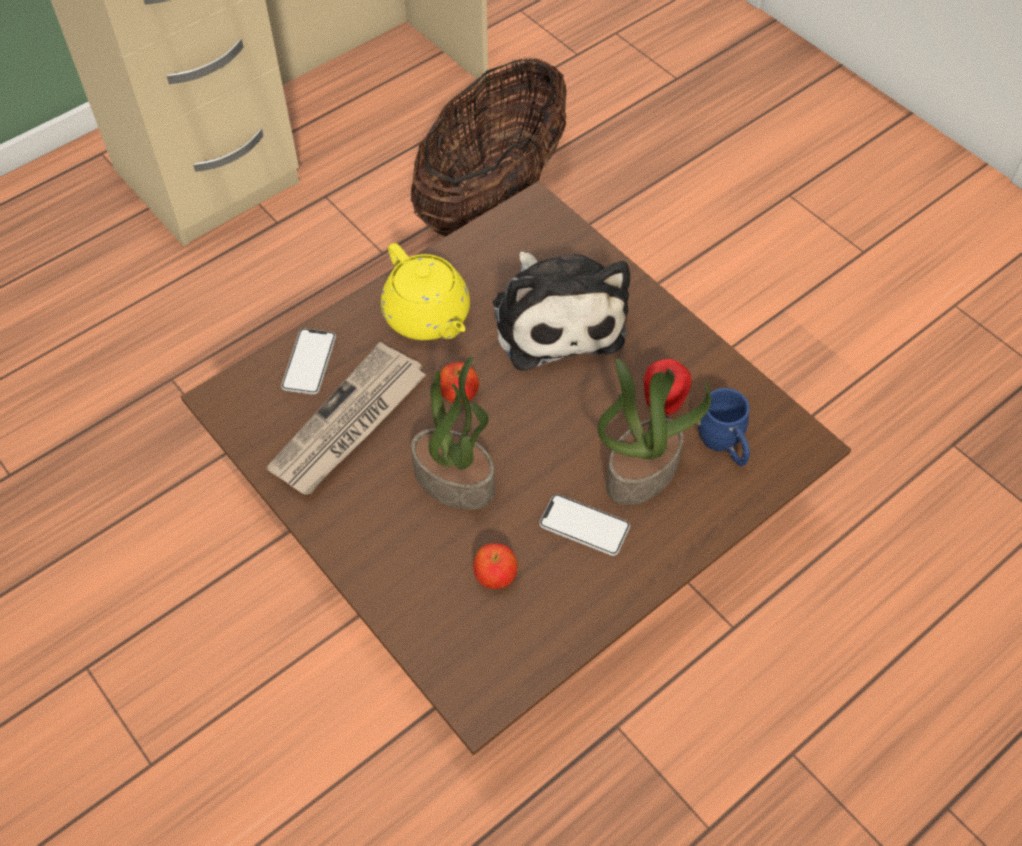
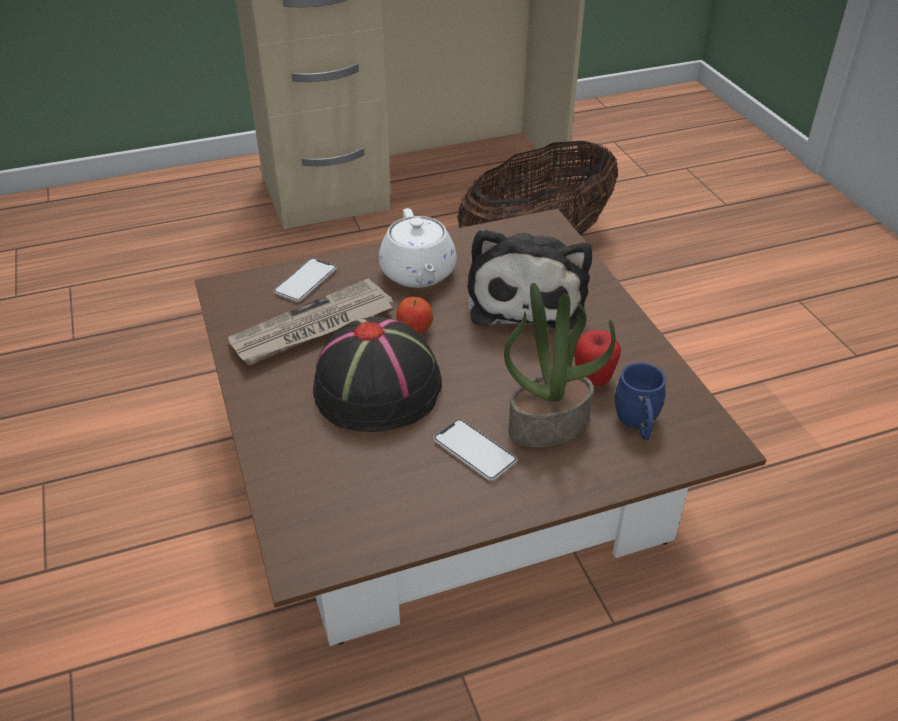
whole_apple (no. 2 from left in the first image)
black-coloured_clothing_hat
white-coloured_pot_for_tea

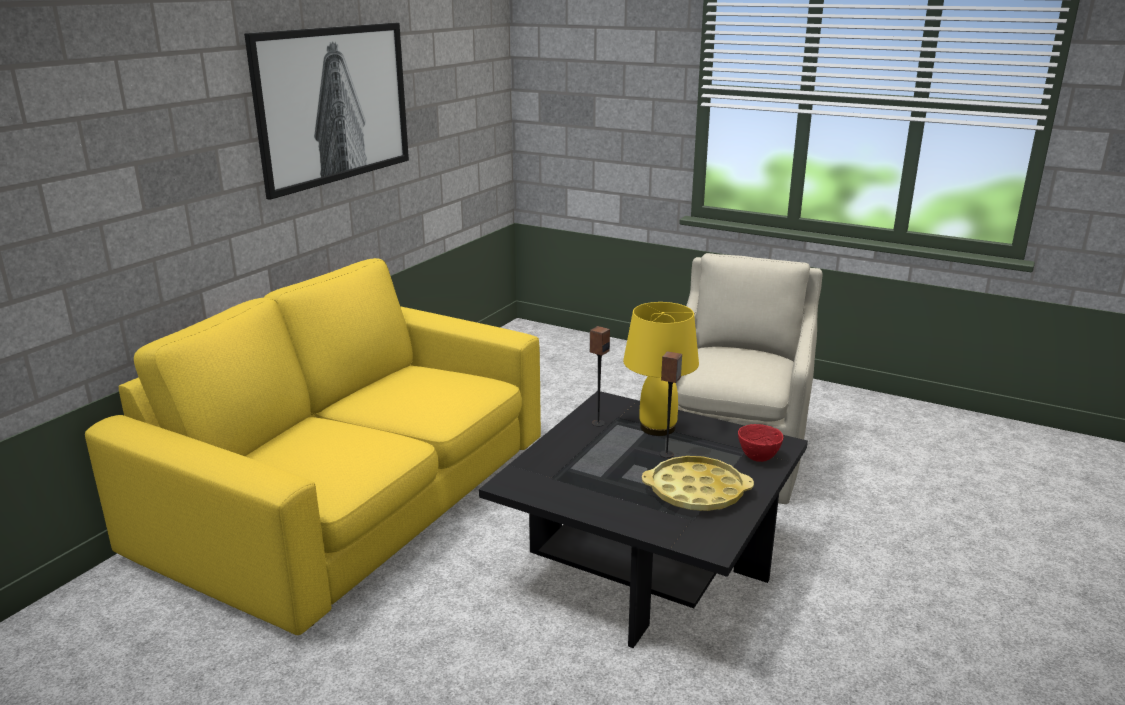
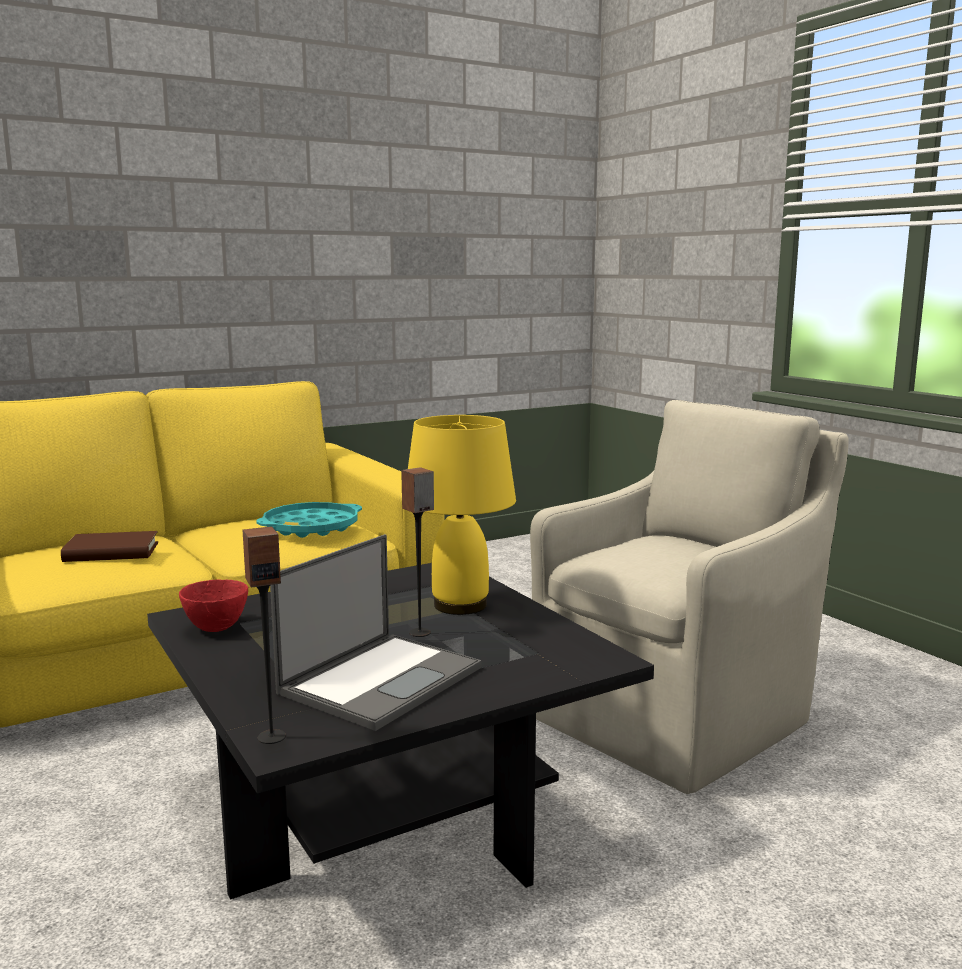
wall_art
brownish_book
blue-green_serving_tray
audio_speaker (no. 1 from left)
red_serving_bowl
laptop

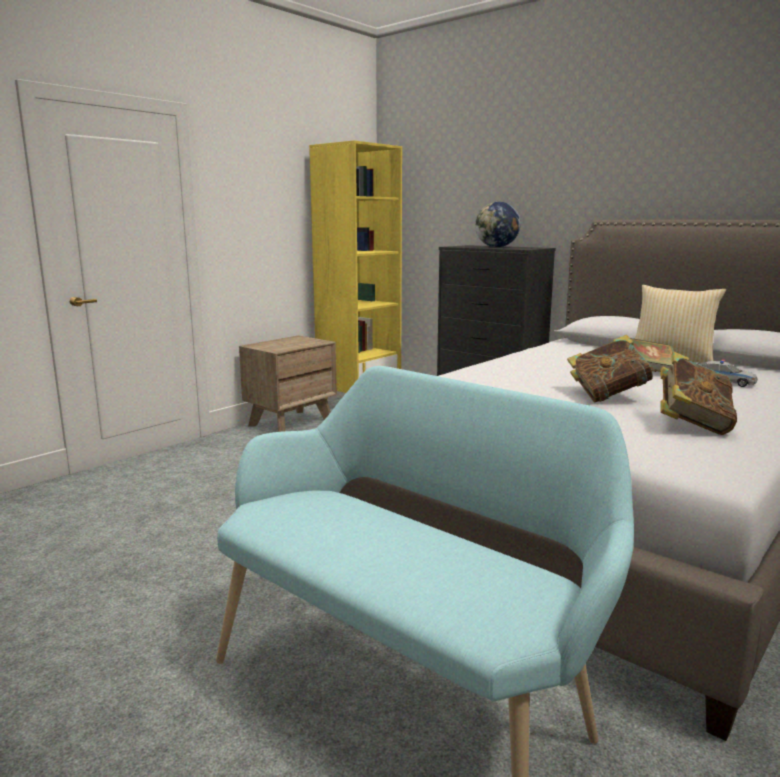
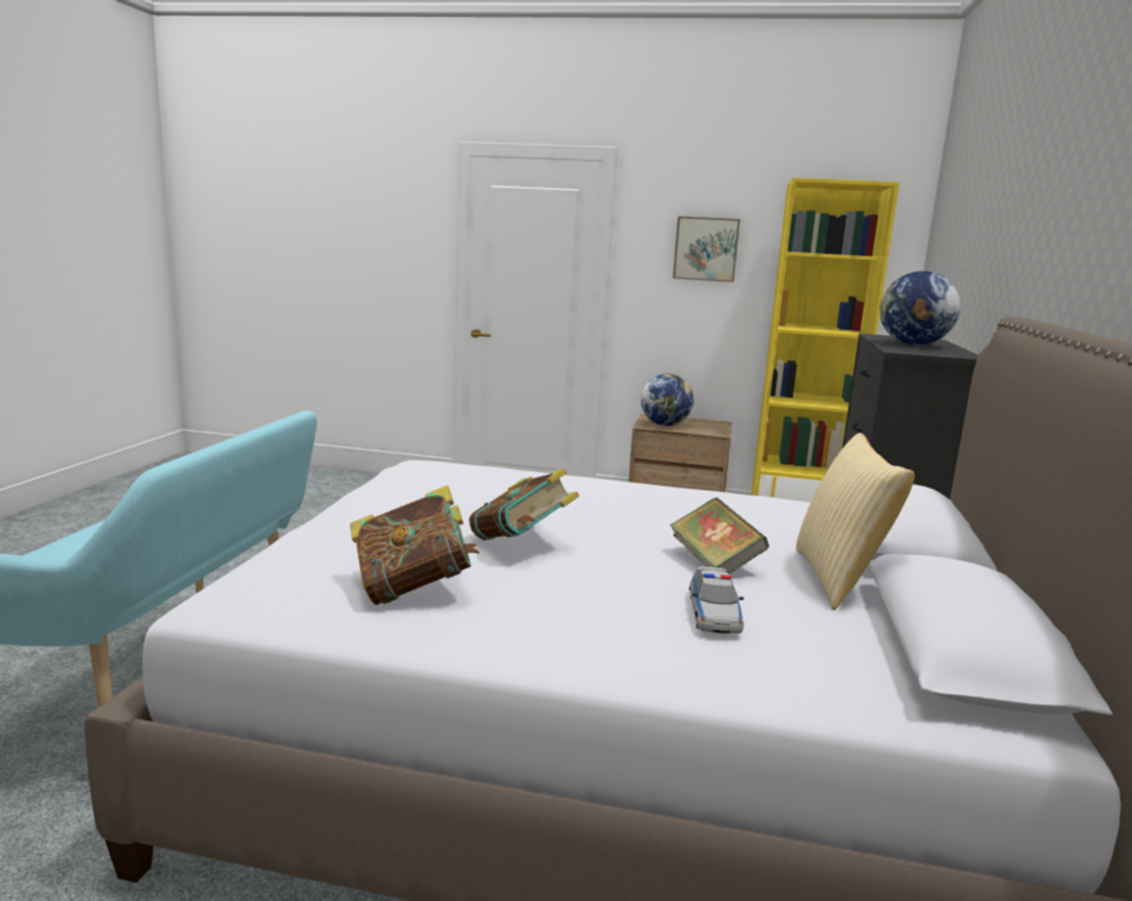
desk_globe (no. 1 from left)
wall_art

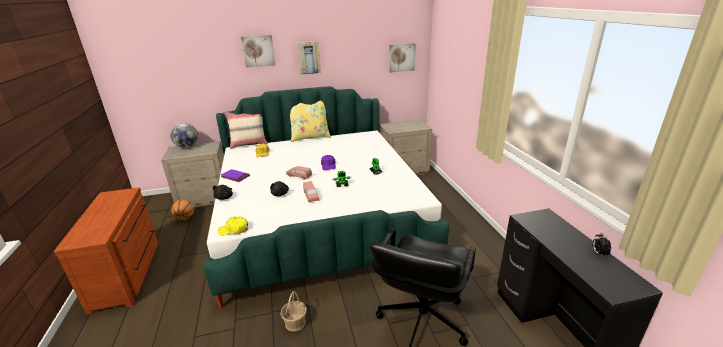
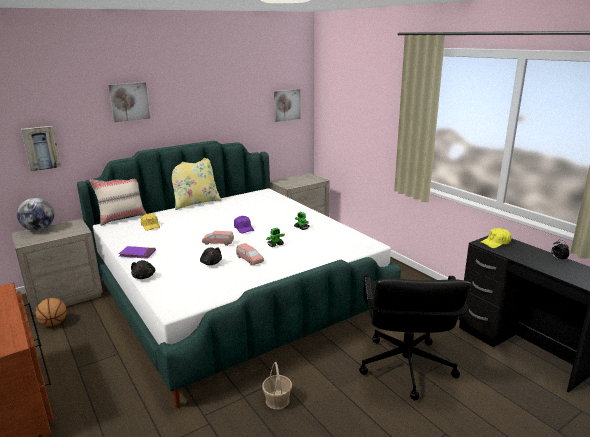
yellow-coloured_baseball_cap (no. 2 from left)
wall_art (no. 1 from left)

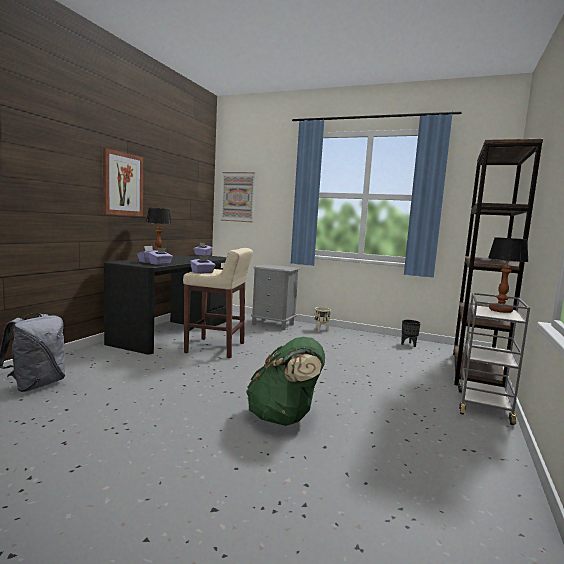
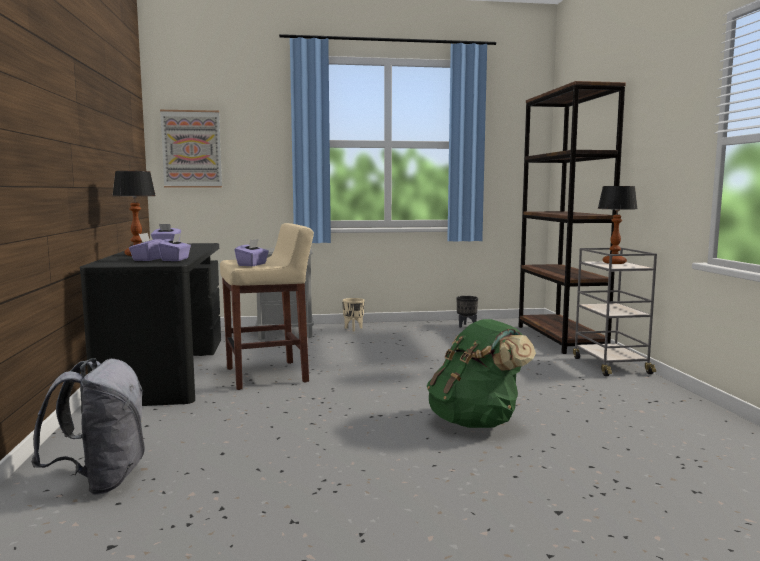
wall_art (no. 1 from left in the first image)

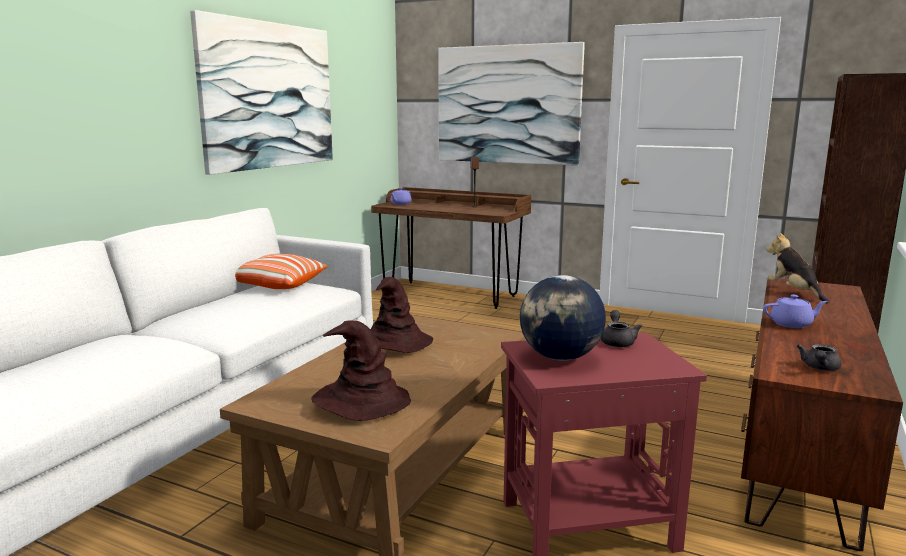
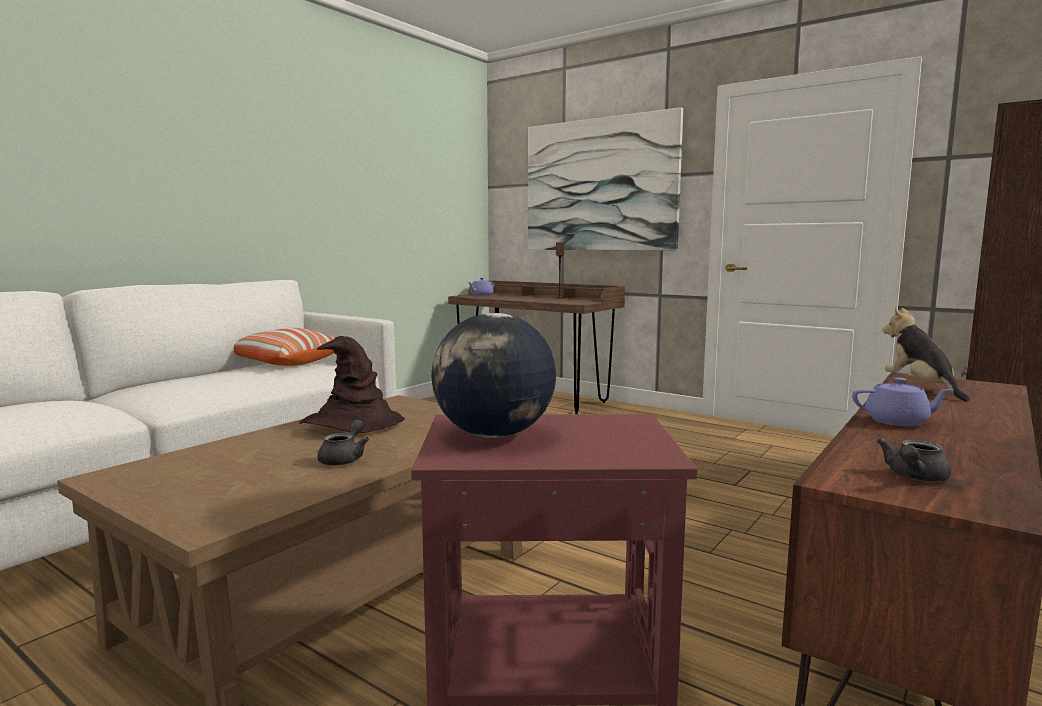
wall_art (no. 1 from left in the first image)
brownish_clothing_hat (no. 1 from left in the first image)
grey_pot_for_tea (no. 1 from left)

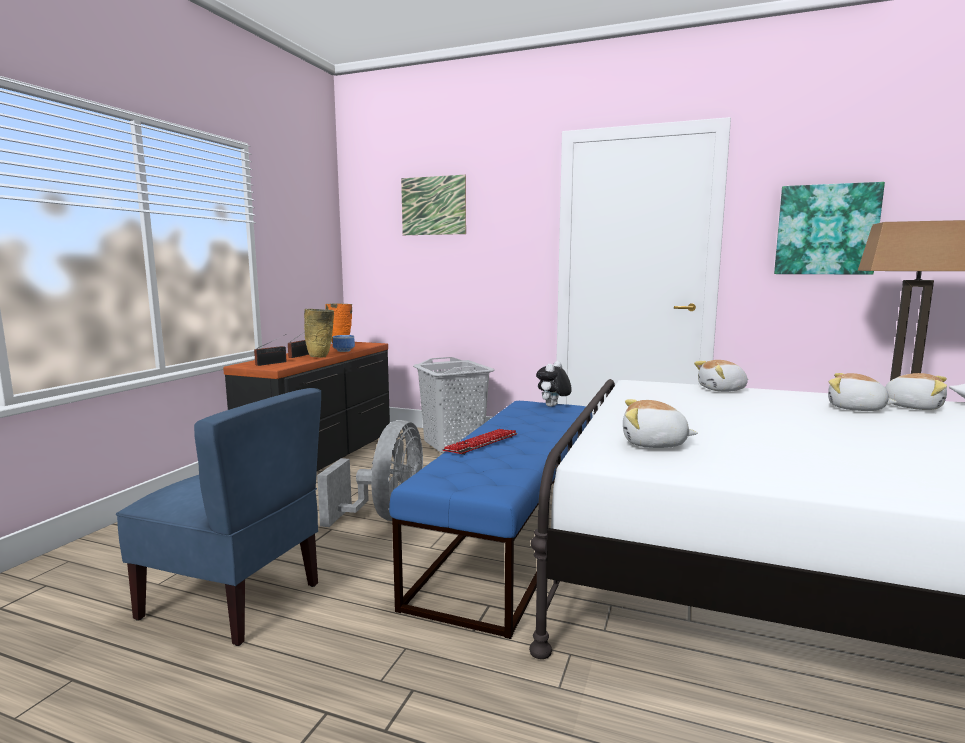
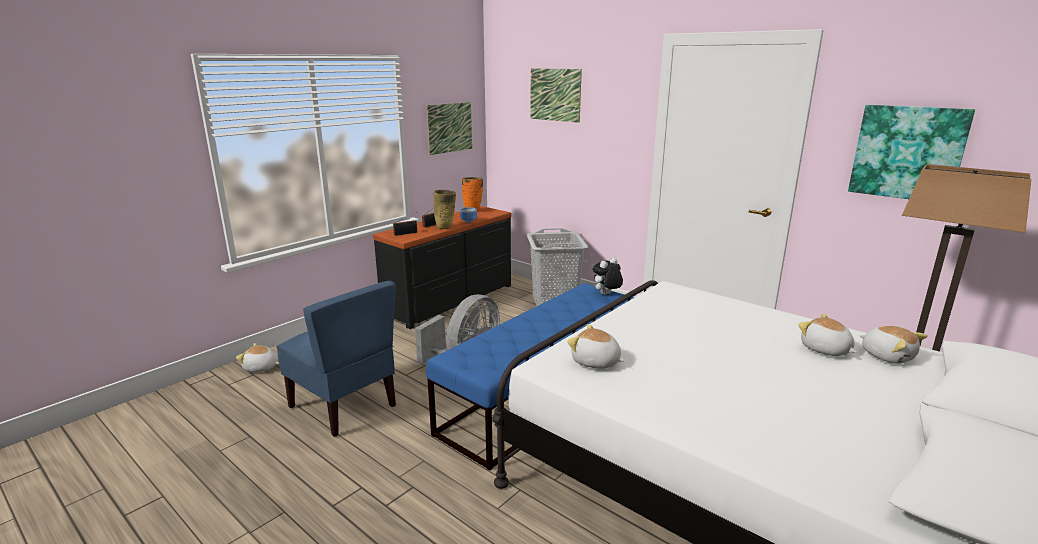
PC_keyboard
wall_art (no. 1 from left)
plush_toy (no. 1 from left)

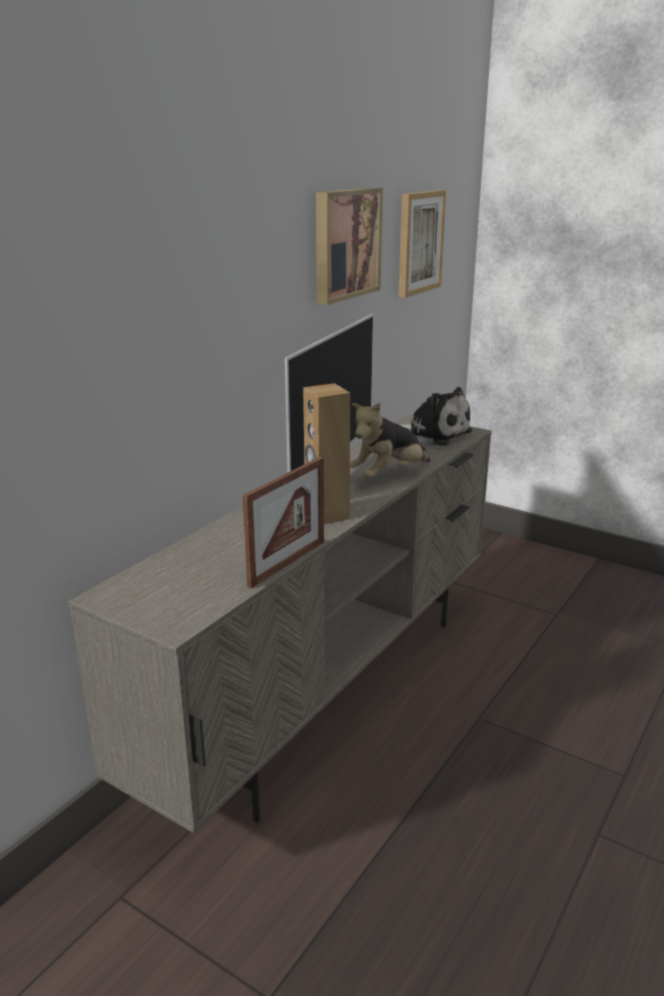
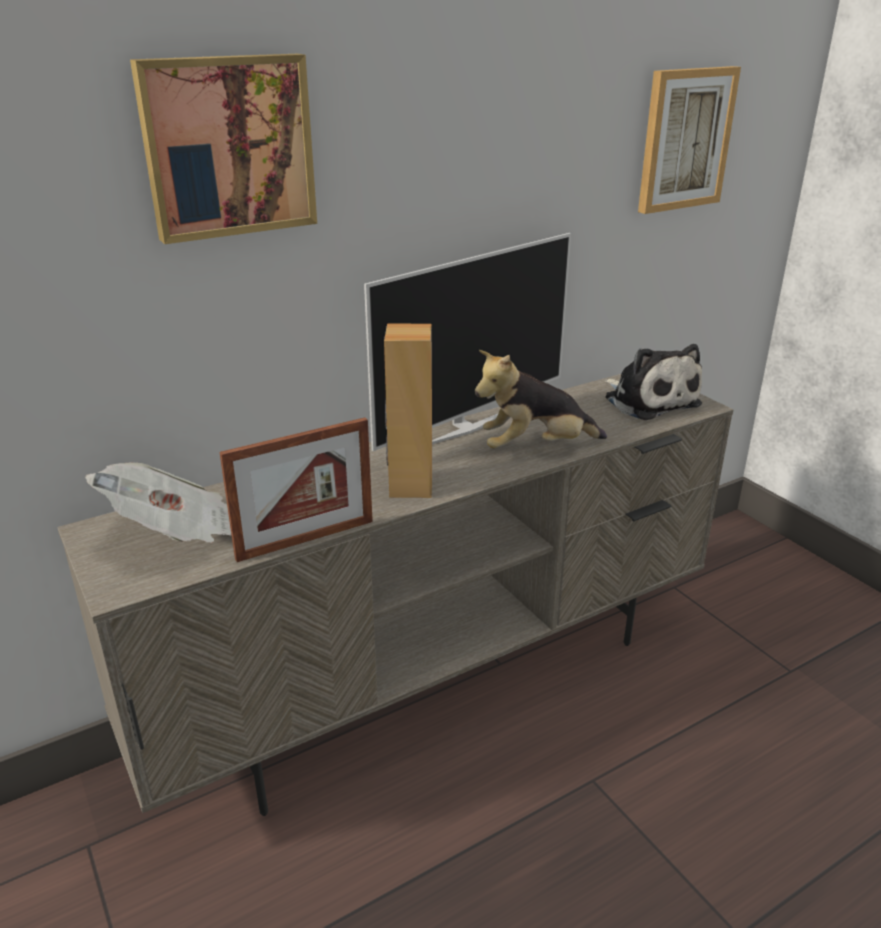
newspaper
wall_art (no. 1 from left)

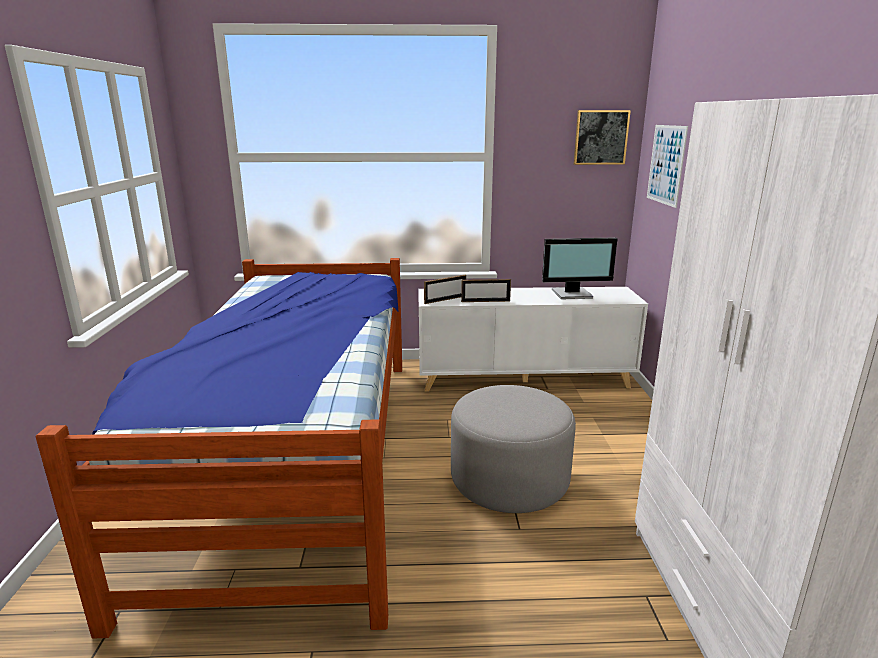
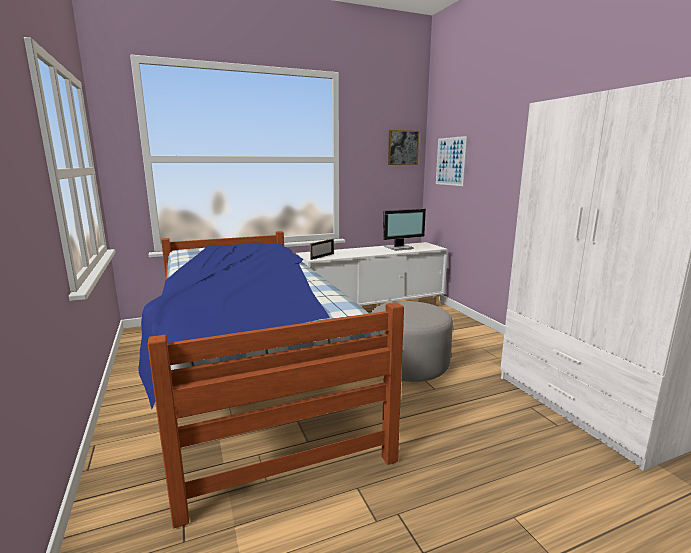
picture_frame (no. 2 from left in the first image)

